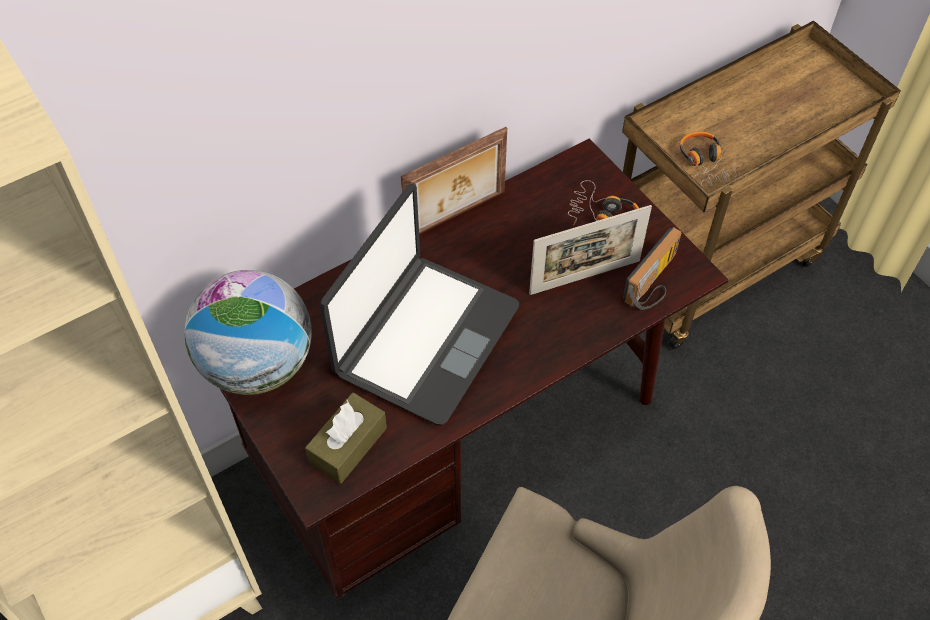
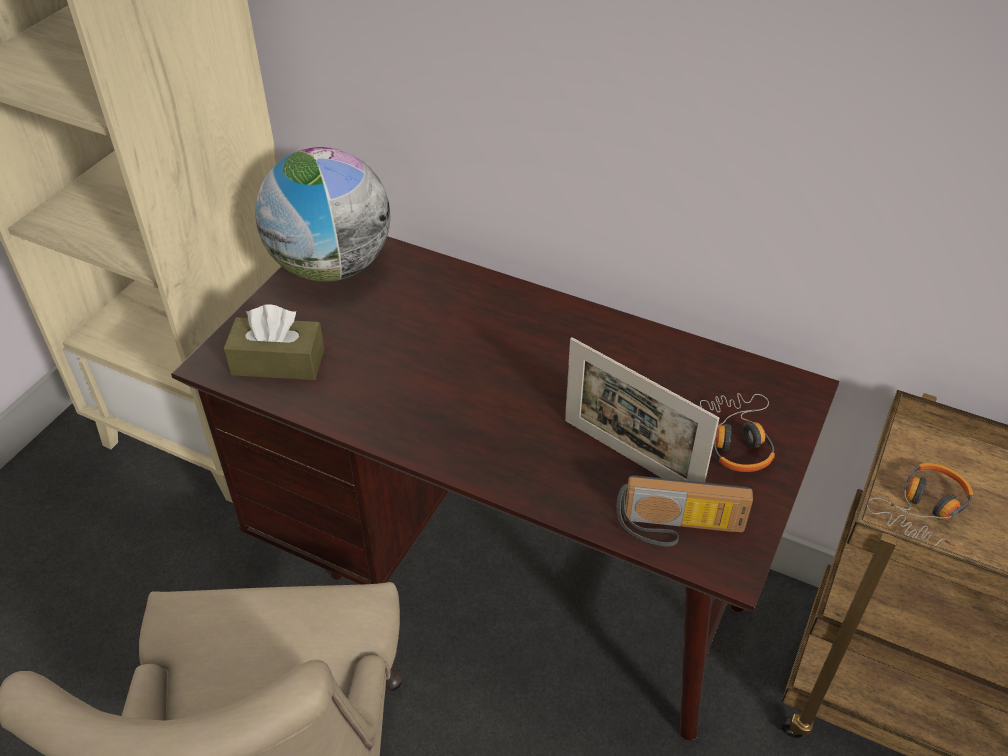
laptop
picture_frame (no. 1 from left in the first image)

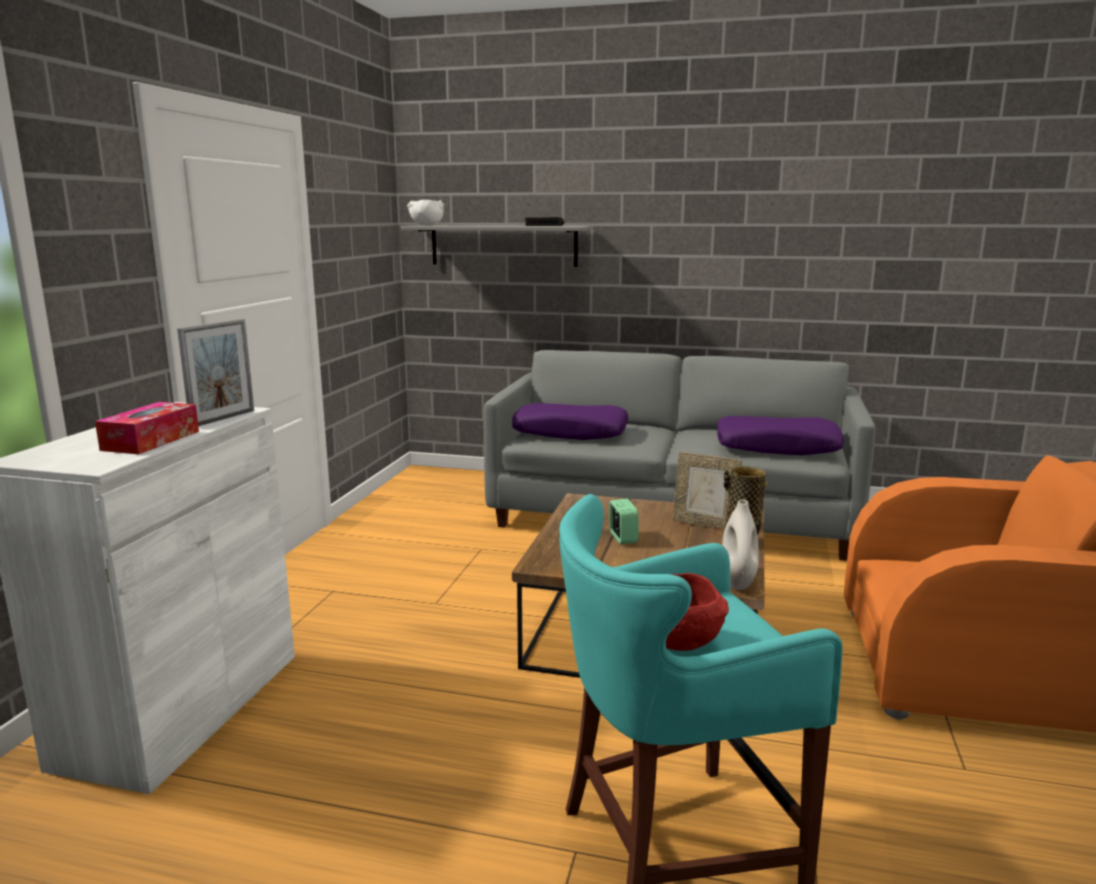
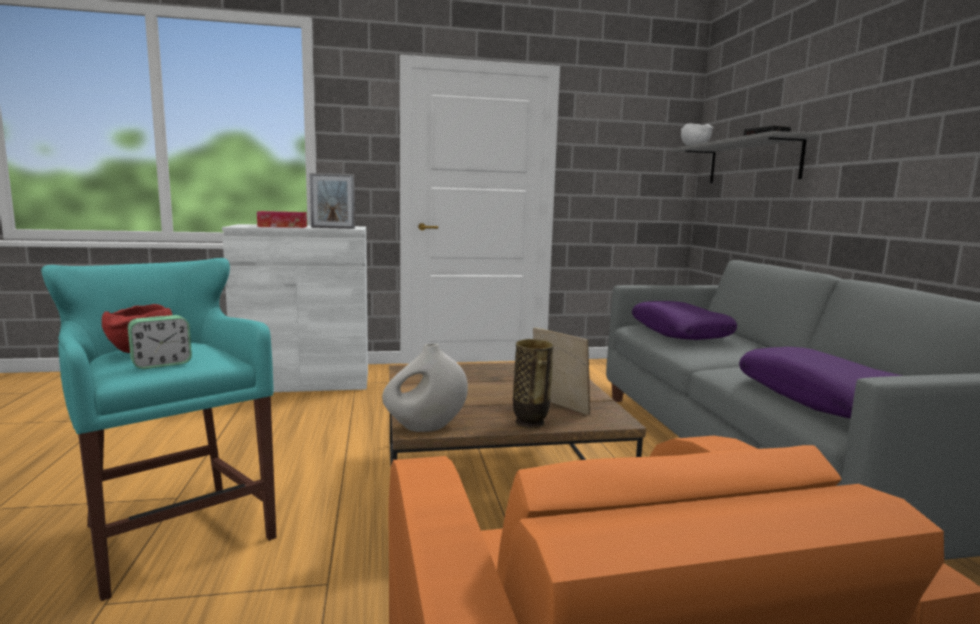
table_clock (no. 1 from left)
picture_frame (no. 2 from left)

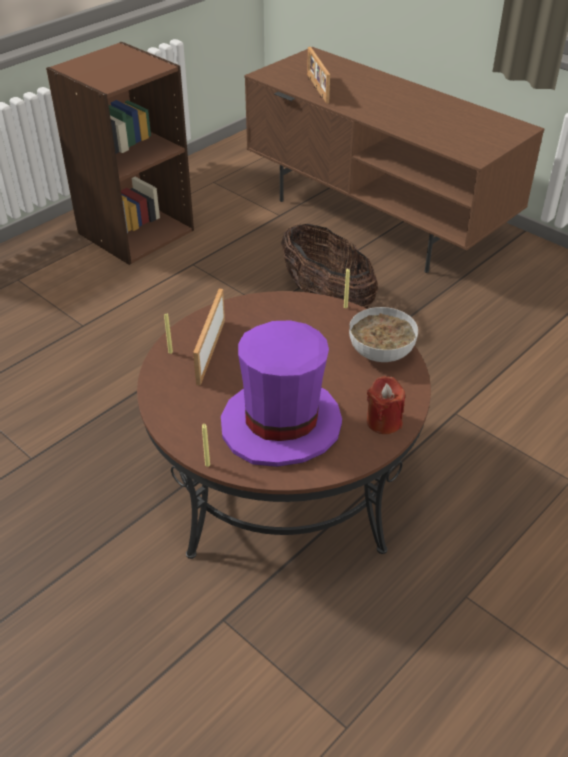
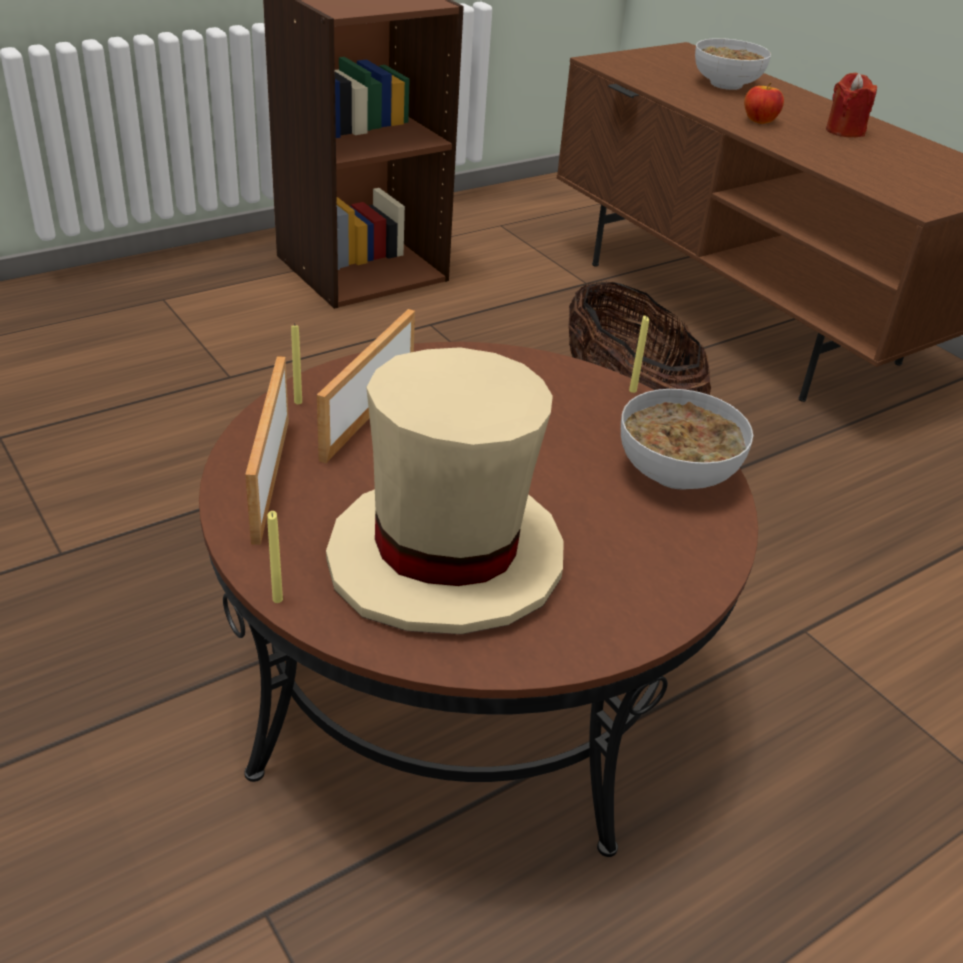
serving_bowl (no. 2 from left)
whole_apple
picture_frame (no. 1 from left)
red_wax_light
beige_clothing_hat

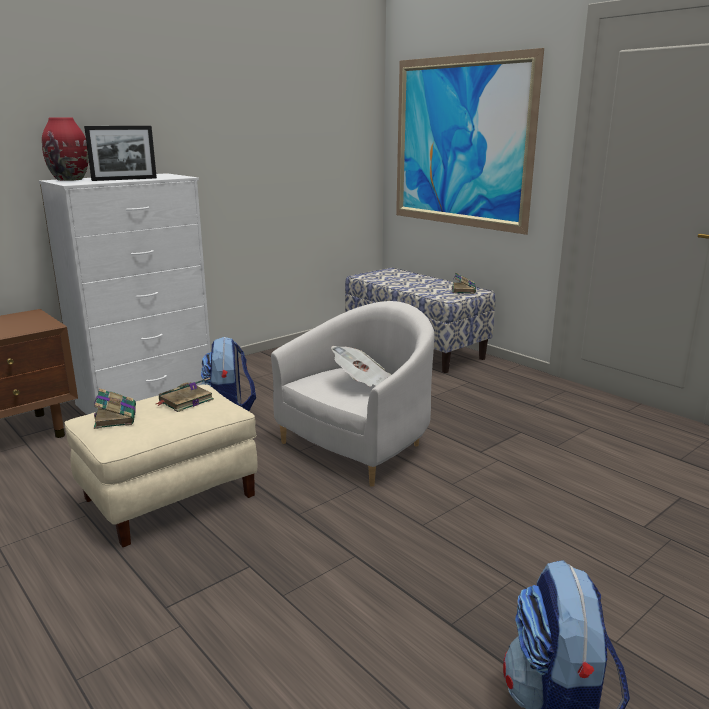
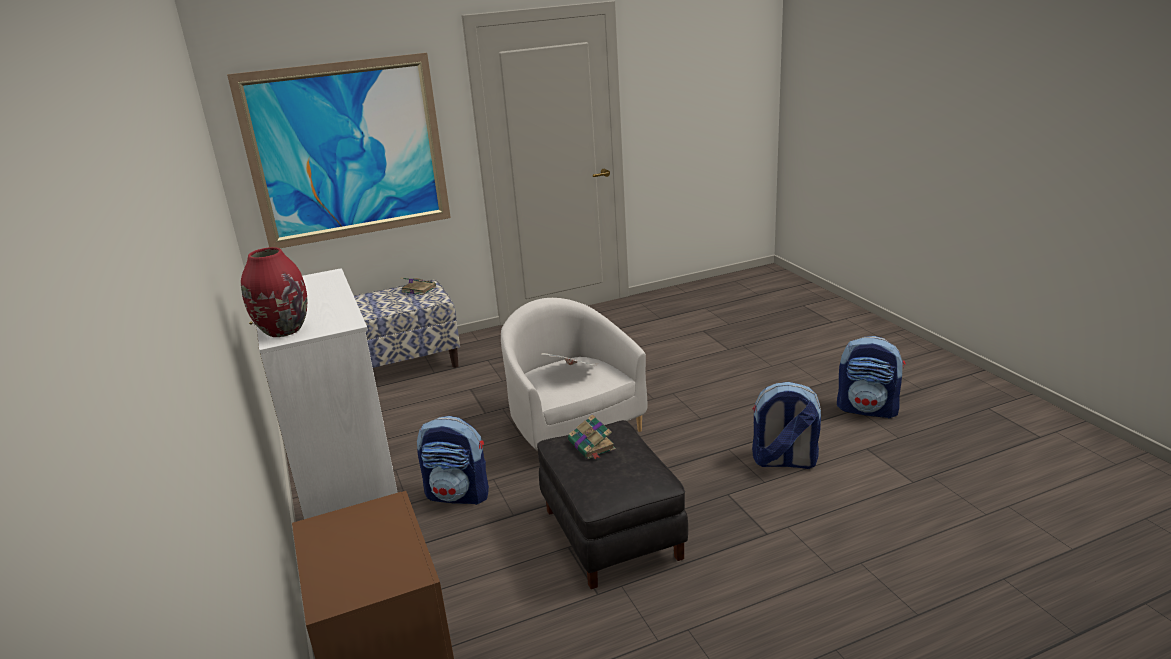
picture_frame
book (no. 1 from left in the first image)
backpack (no. 2 from left)
black-coloured_footrest

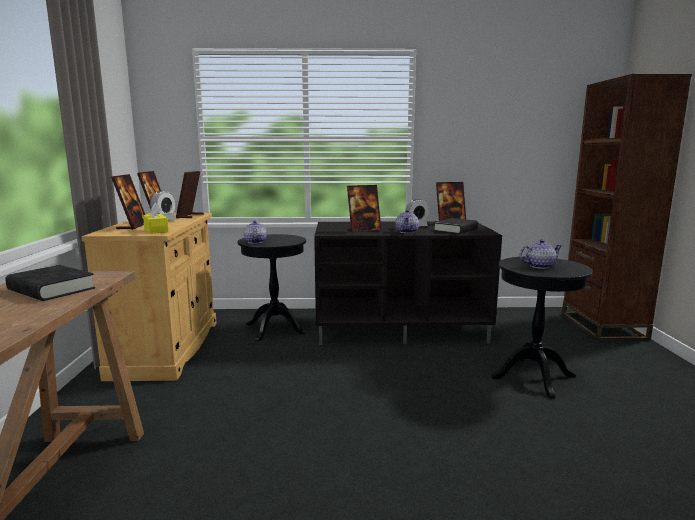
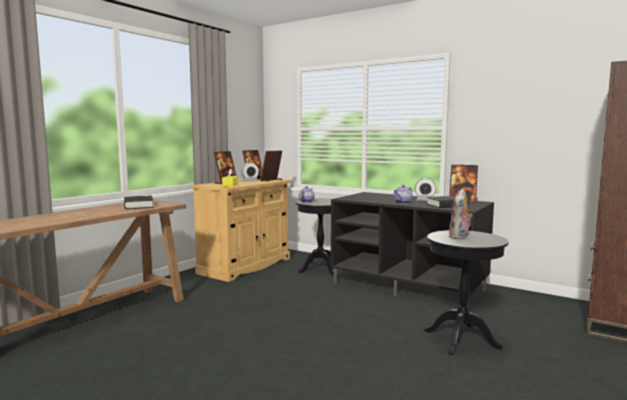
picture_frame (no. 4 from left in the first image)
plush_toy

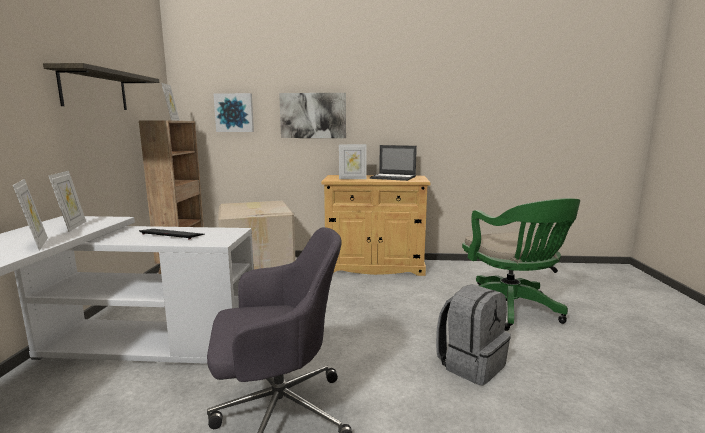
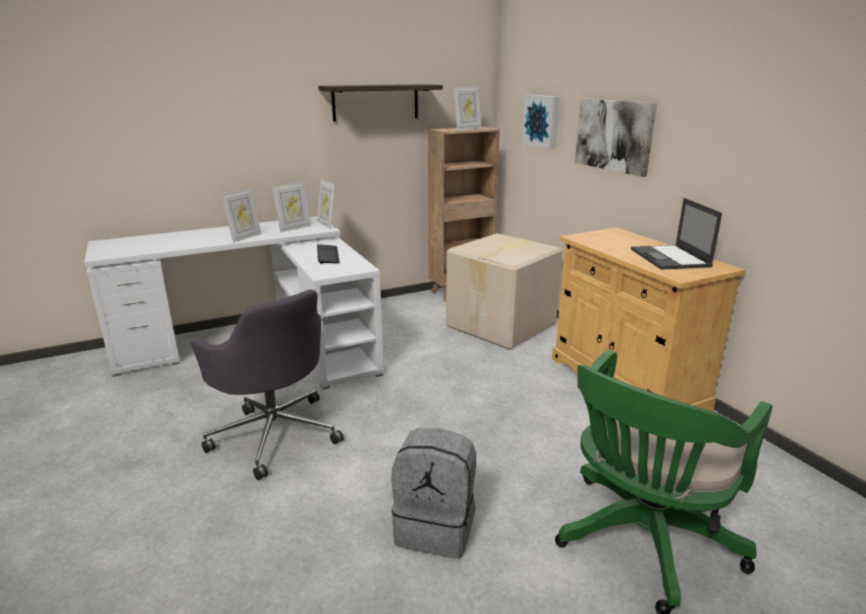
picture_frame (no. 3 from left)

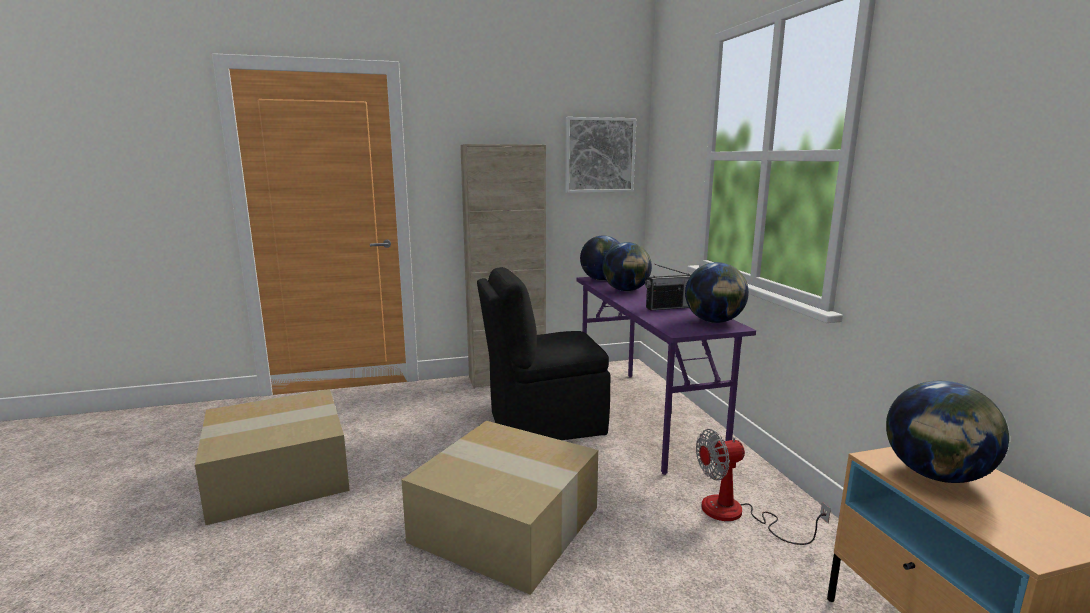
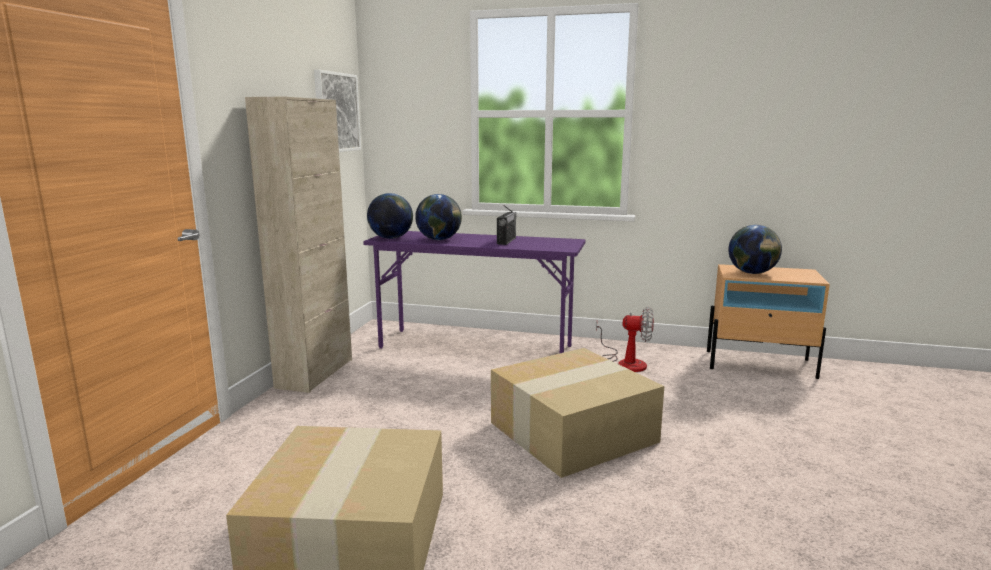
black-coloured_plain_chair
desk_globe (no. 3 from left in the first image)
electric_fan

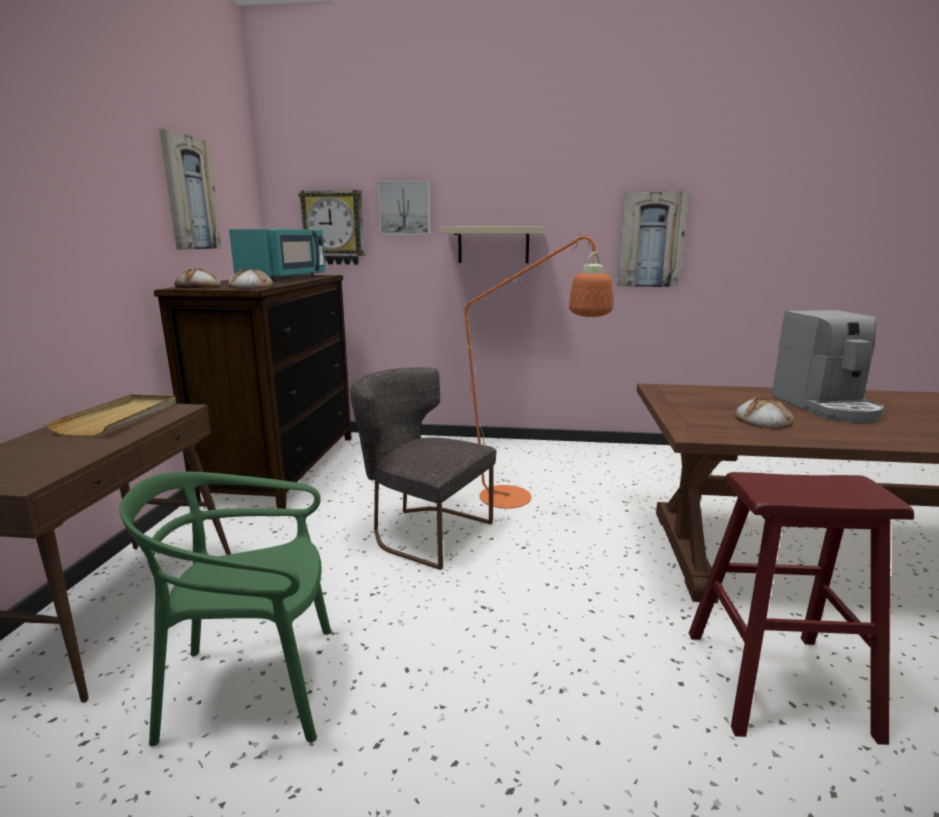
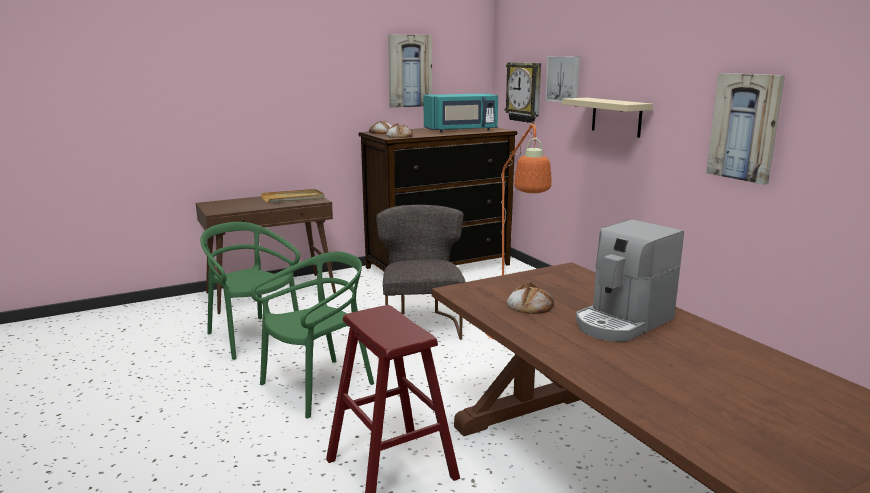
green-coloured_plain_chair (no. 2 from left)

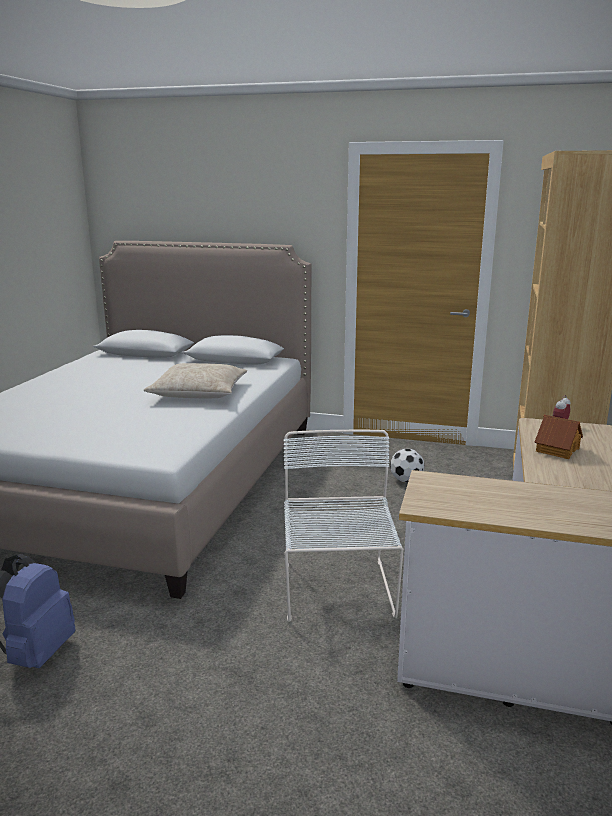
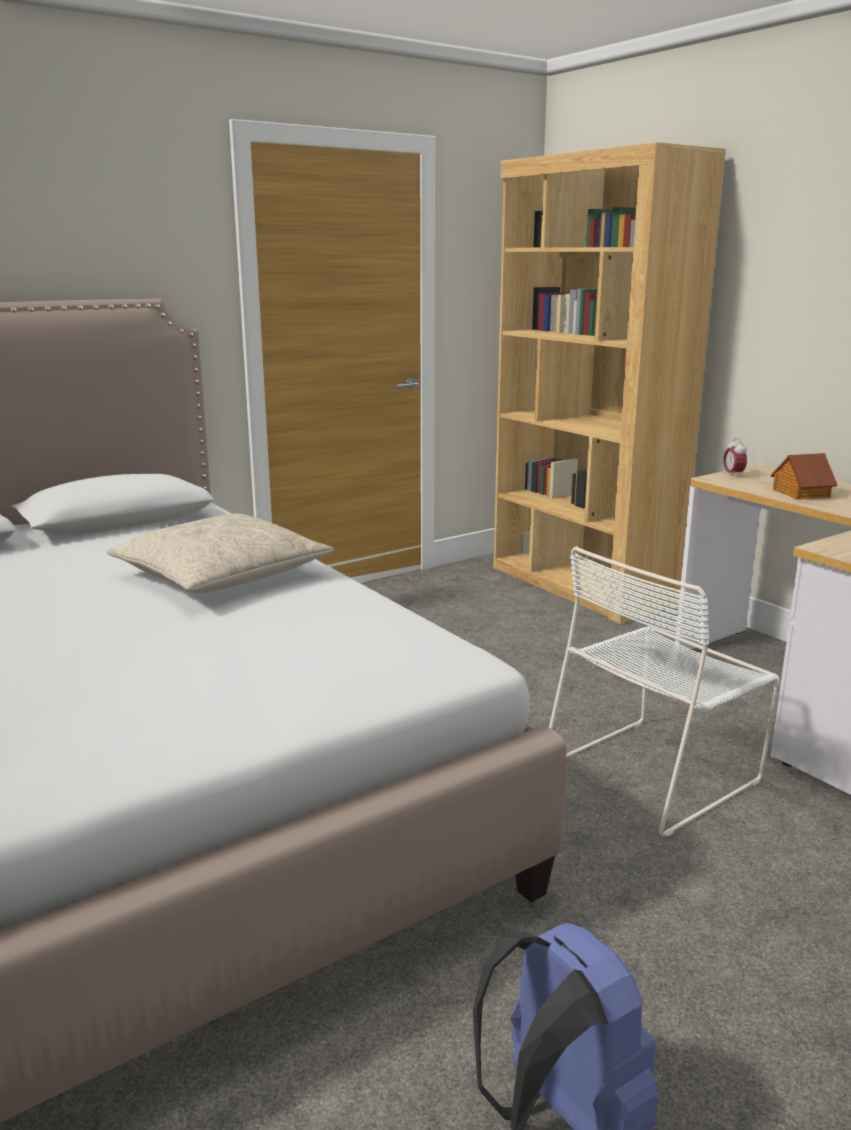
football_ball
white-coloured_plain_chair

